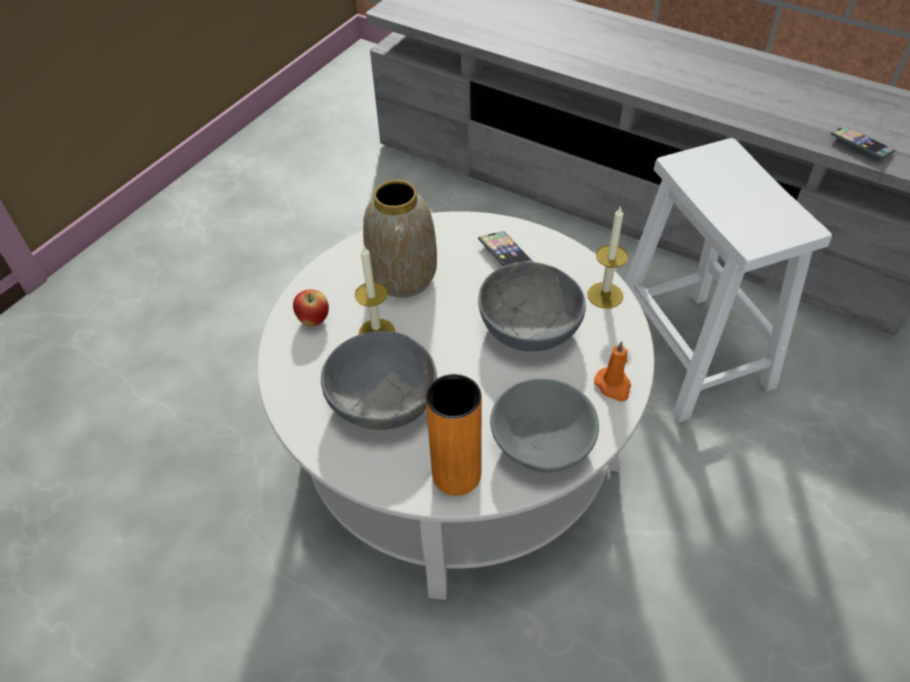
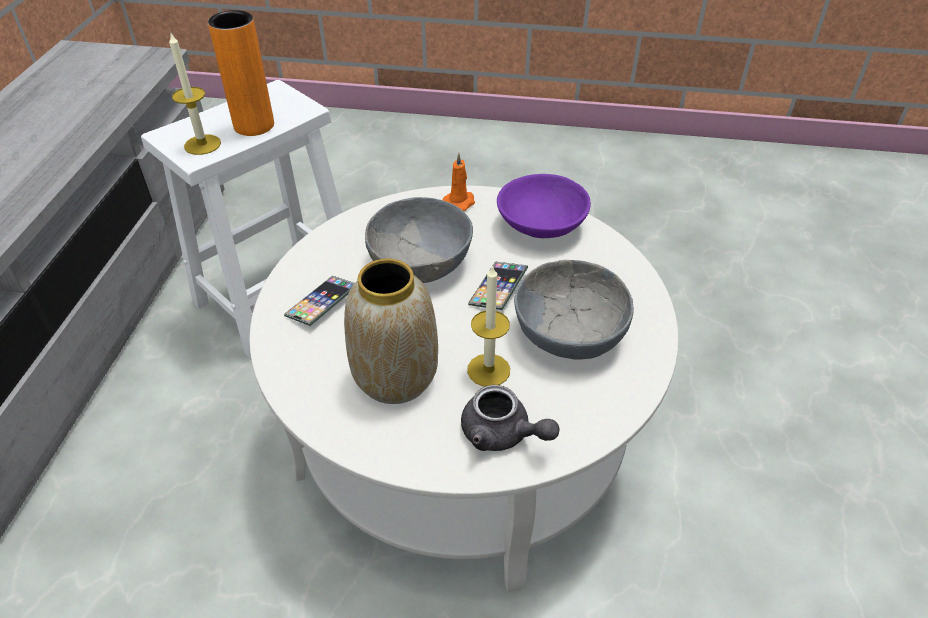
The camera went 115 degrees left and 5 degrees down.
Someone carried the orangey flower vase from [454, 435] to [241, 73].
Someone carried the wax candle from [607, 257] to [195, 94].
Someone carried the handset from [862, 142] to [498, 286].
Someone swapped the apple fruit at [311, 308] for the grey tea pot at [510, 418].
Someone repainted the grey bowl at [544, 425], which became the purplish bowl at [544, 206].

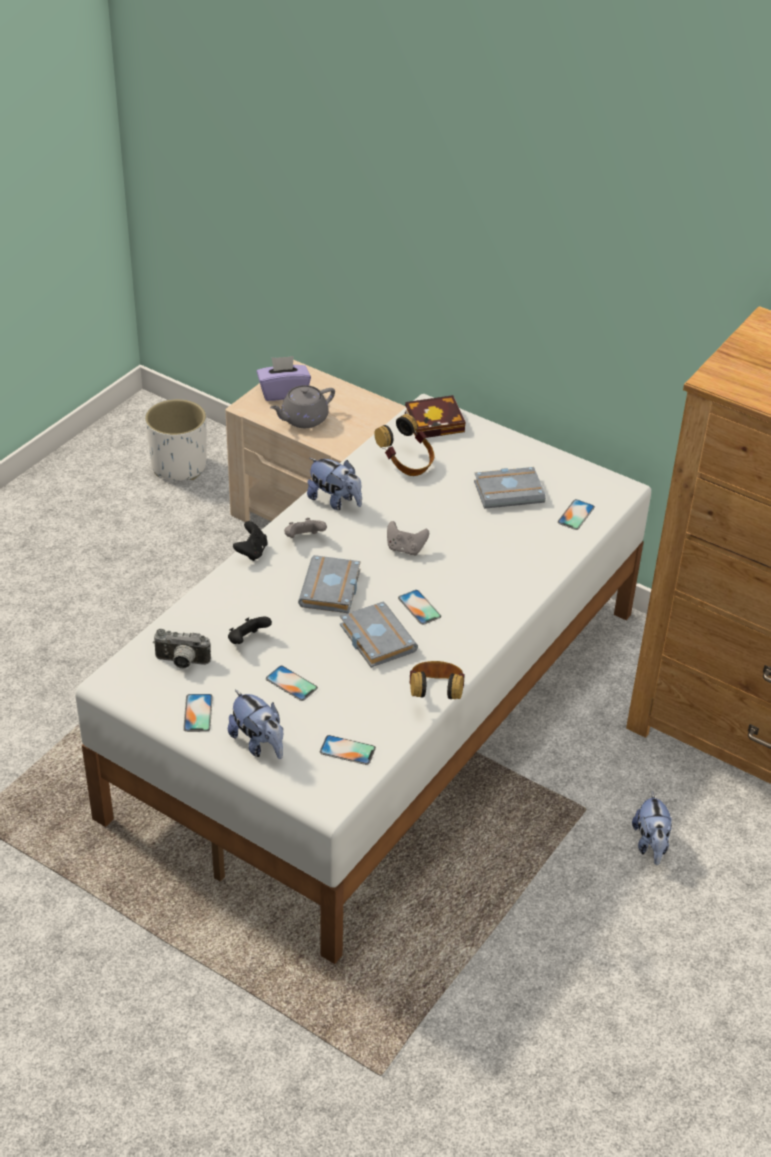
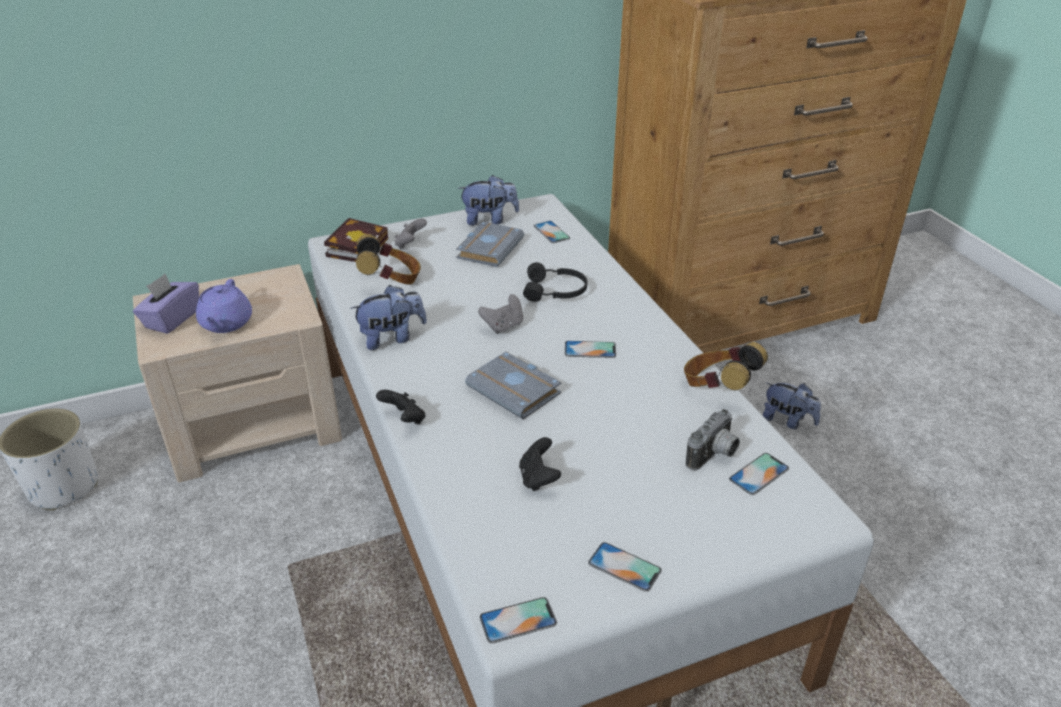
The camera went 55 degrees left and 5 degrees down.
Someone took away the grey volume at [379, 634].
Someone put down the black-coloured pair of headphones at [555, 282].
Someone carried the photo camera from [182, 649] to [713, 439].
Someone carried the plush toy from [255, 724] to [488, 200].
Someone carried the handset from [292, 683] to [518, 620].
Someone carried the grey game controller from [305, 528] to [410, 233].
Someone repainted the grey tea pot at [302, 406], which became the purplish tea pot at [224, 306].

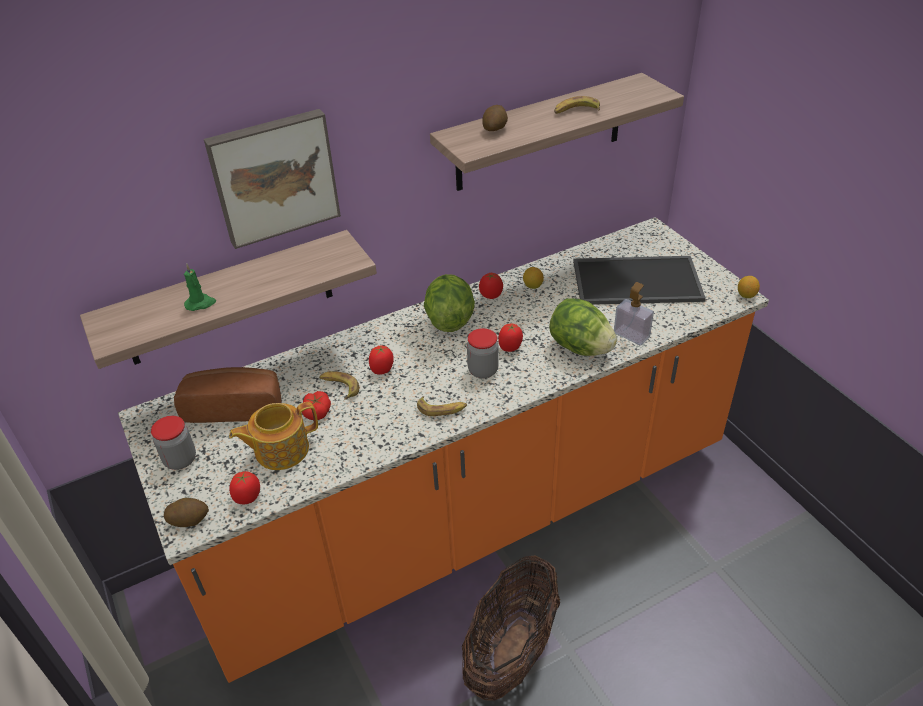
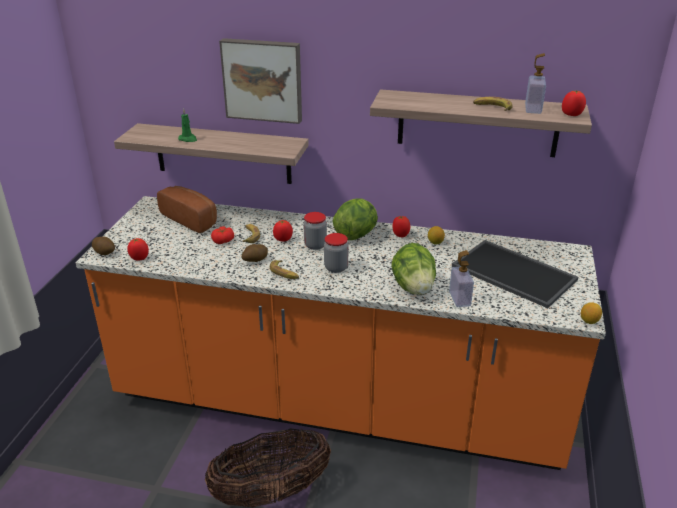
The camera went 40 degrees right and 10 degrees down.
Someone took away the tea pot at [273, 436].
Someone put down the liquid soap bottle at [535, 83].
Someone carried the jar from [173, 443] to [315, 231].
Someone carried the potato from [495, 118] to [255, 253].
Someone carried the fresh tomato from [510, 338] to [574, 103].

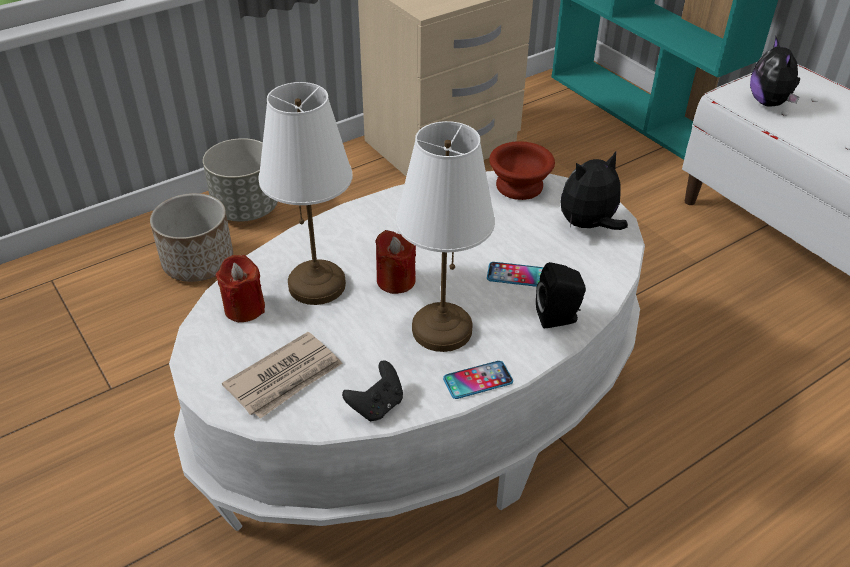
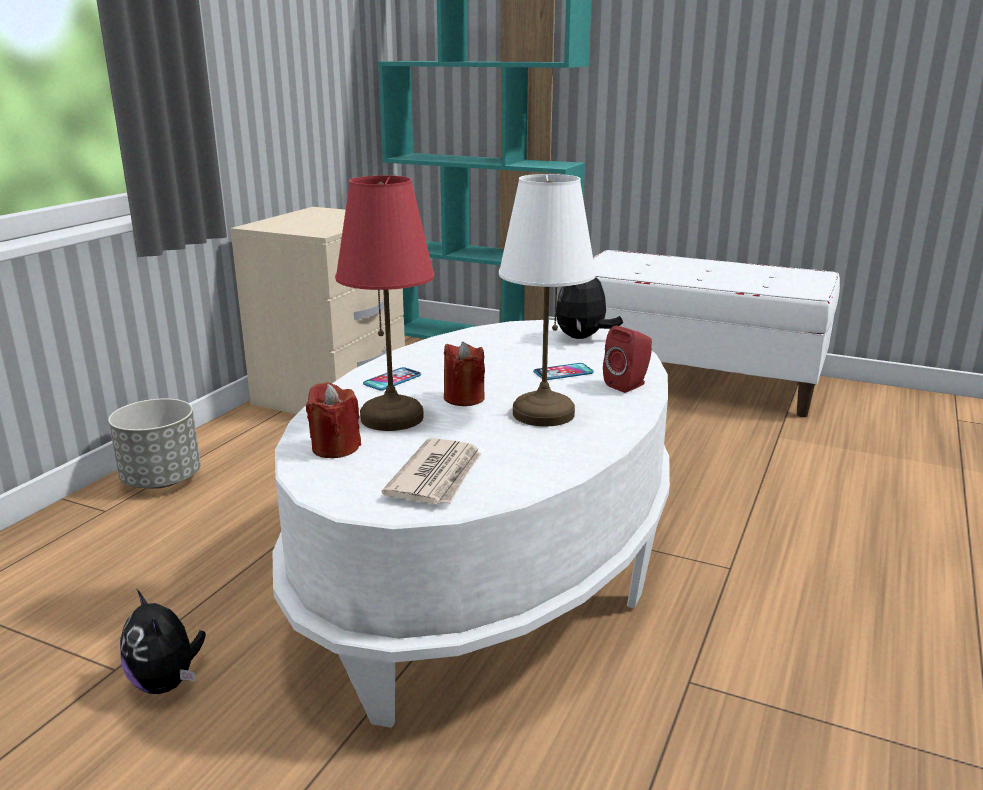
The camera went 30 degrees left and 20 degrees down.
Someone took away the plant pot at [191, 237].
Someone took away the black-coloured game controller at [372, 391].
Someone took away the brown-coloured bowl at [522, 170].
Someone carried the handset from [478, 380] to [392, 379].
Someone carried the plush toy from [775, 71] to [163, 641].
Someone repainted the whitish tabletop lamp at [305, 193], which became the red-coloured tabletop lamp at [384, 303].
Someone repainted the black-coloured speaker at [561, 295], which became the red-coloured speaker at [627, 359].

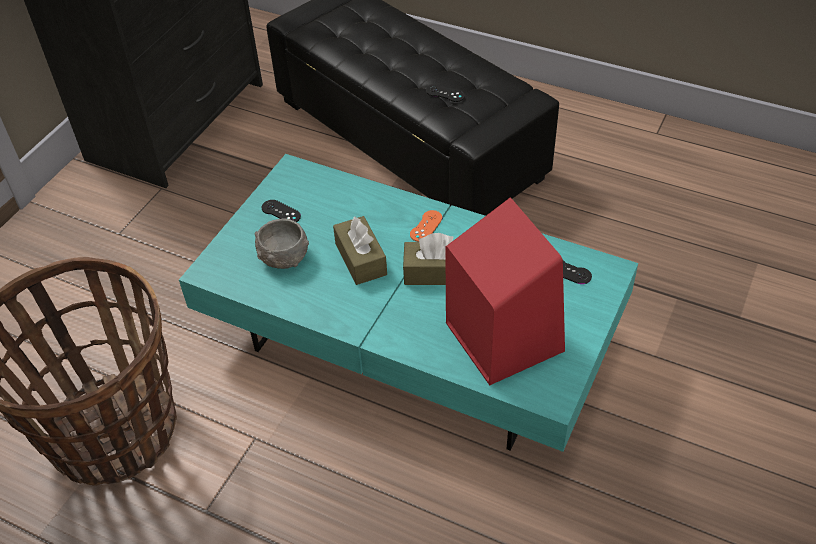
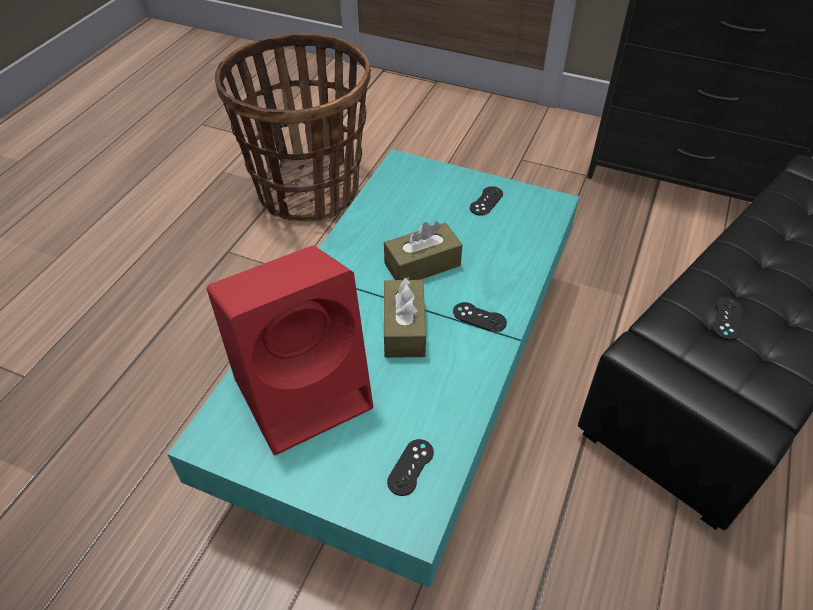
The camera went 85 degrees right and 0 degrees up.
Someone took away the grey bowl at [282, 243].
Someone repainted the orangey game controller at [426, 226], which became the black-coloured game controller at [480, 317].

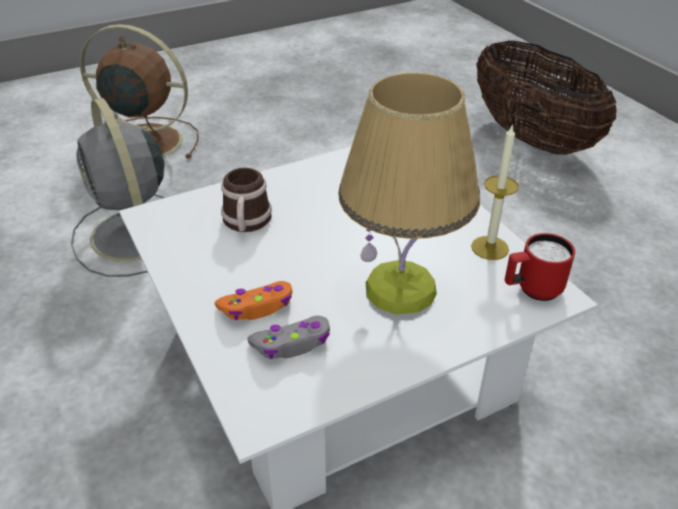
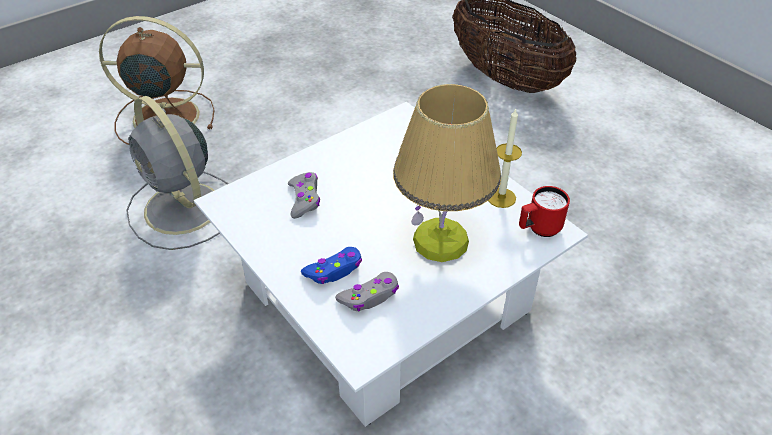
The camera went 10 degrees left and 5 degrees up.
Someone swapped the coffee mug at [246, 200] for the grey game controller at [304, 195].
Someone repainted the orangey game controller at [253, 300], which became the bluish game controller at [331, 265].

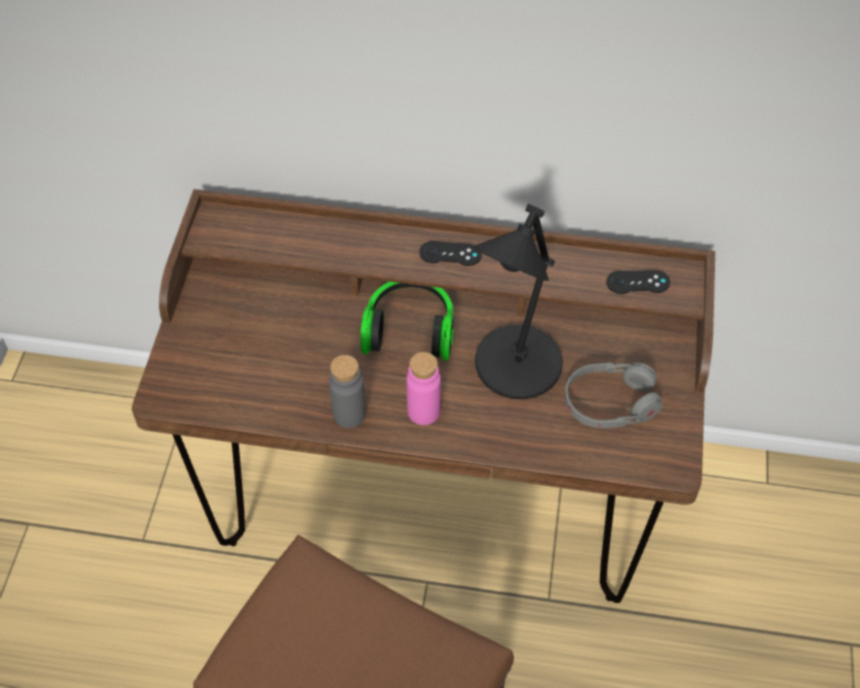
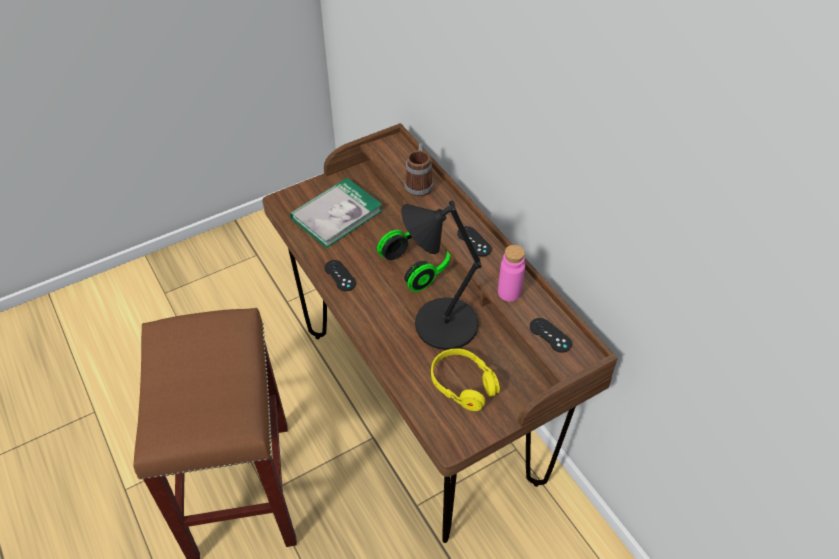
The camera went 50 degrees right and 5 degrees down.
Someone put down the volume at [336, 213].
Someone put down the coffee mug at [418, 170].
Someone carried the pink bottle from [423, 388] to [511, 273].
Someone swapped the grey bottle at [347, 391] for the black-coloured game controller at [340, 275].
Someone repainted the grey pair of headphones at [613, 395], which became the yellow-coloured pair of headphones at [465, 379].

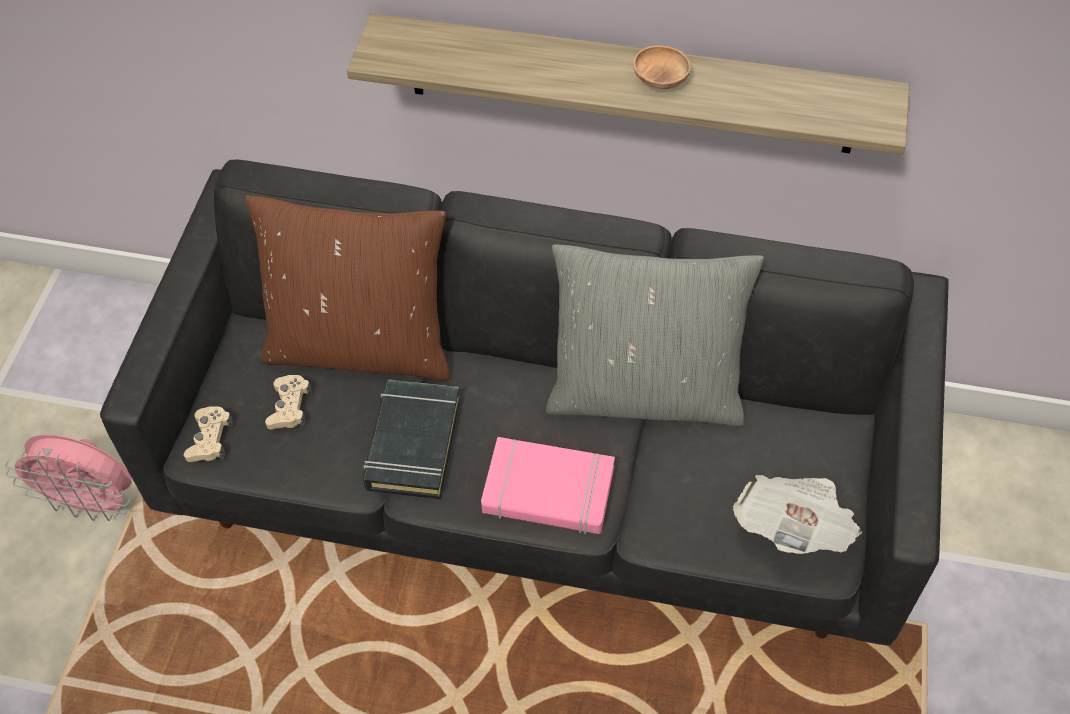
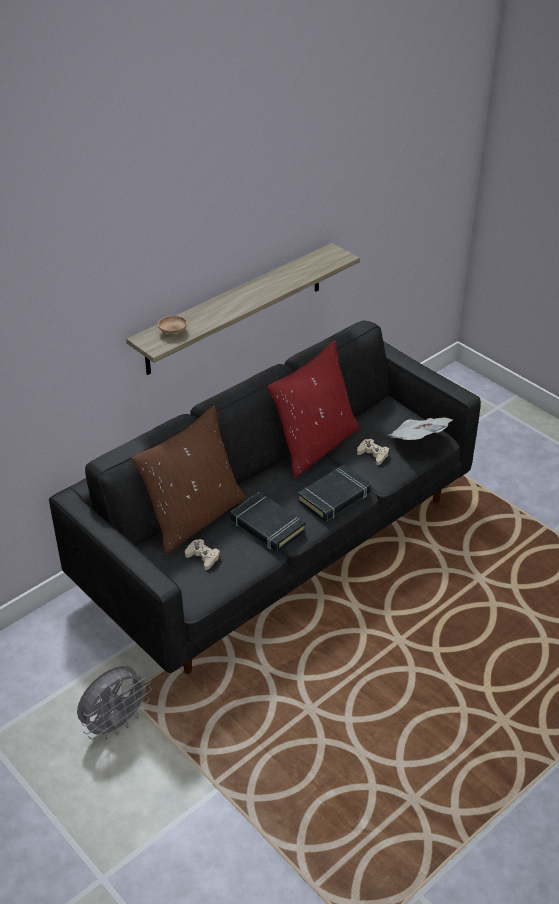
The camera went 55 degrees left and 15 degrees down.
Someone carried the sand-coloured game controller from [208, 434] to [373, 452].
Someone carried the brown-coloured bowl from [662, 67] to [172, 325].
Someone repainted the pink cooling fan at [68, 478], which became the grey cooling fan at [114, 703].
Someone repainted the pink volume at [548, 485], which became the black-coloured volume at [334, 493].
Someone repainted the grey pillow at [655, 335], which became the red-coloured pillow at [313, 409].

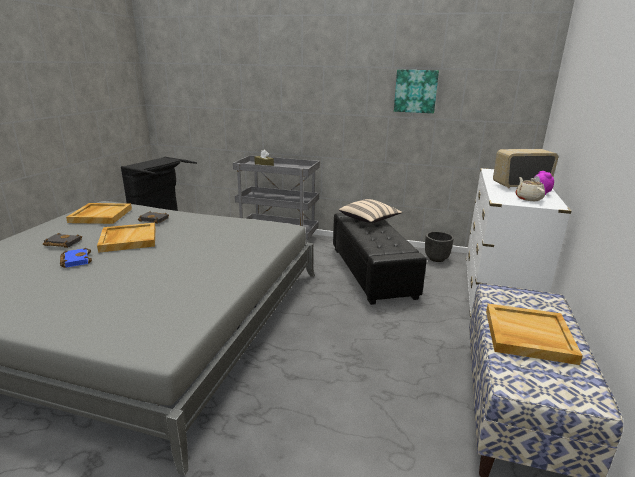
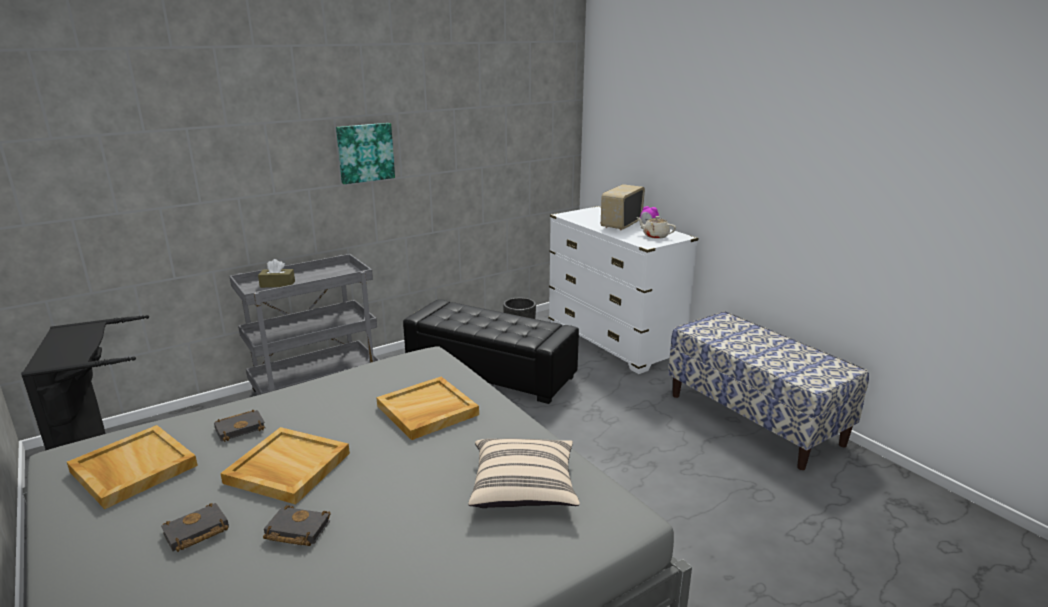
The camera went 50 degrees left and 0 degrees up.
Someone carried the sand-coloured pillow from [370, 211] to [524, 473].
Someone carried the picture from [416, 91] to [365, 153].
Someone carried the sand-coloured carrying tray from [534, 334] to [427, 408].
Someone repainted the bluish volume at [76, 258], which became the black-coloured volume at [297, 525].

